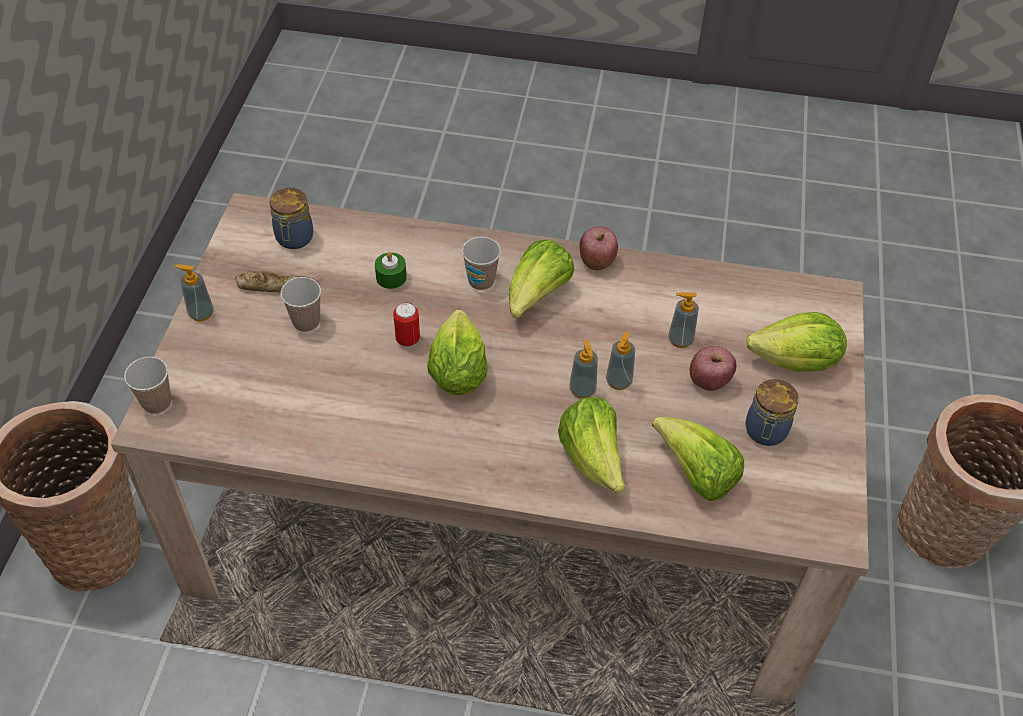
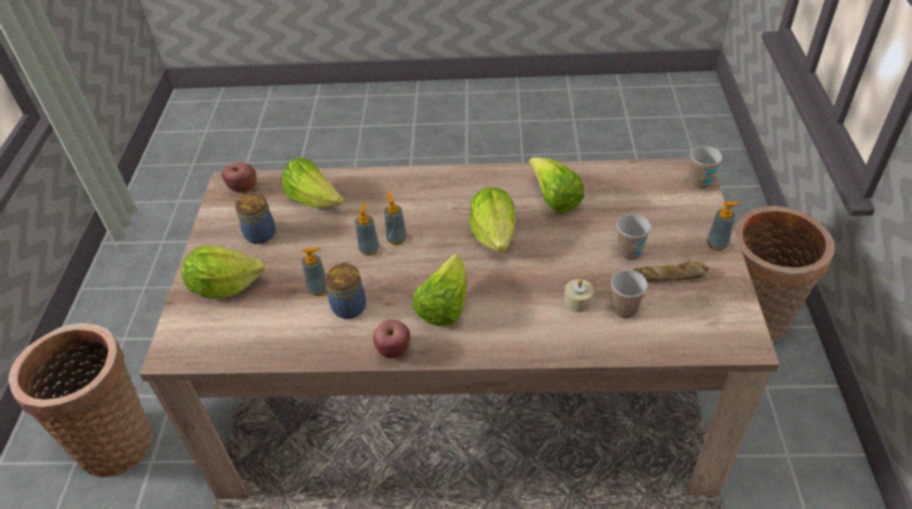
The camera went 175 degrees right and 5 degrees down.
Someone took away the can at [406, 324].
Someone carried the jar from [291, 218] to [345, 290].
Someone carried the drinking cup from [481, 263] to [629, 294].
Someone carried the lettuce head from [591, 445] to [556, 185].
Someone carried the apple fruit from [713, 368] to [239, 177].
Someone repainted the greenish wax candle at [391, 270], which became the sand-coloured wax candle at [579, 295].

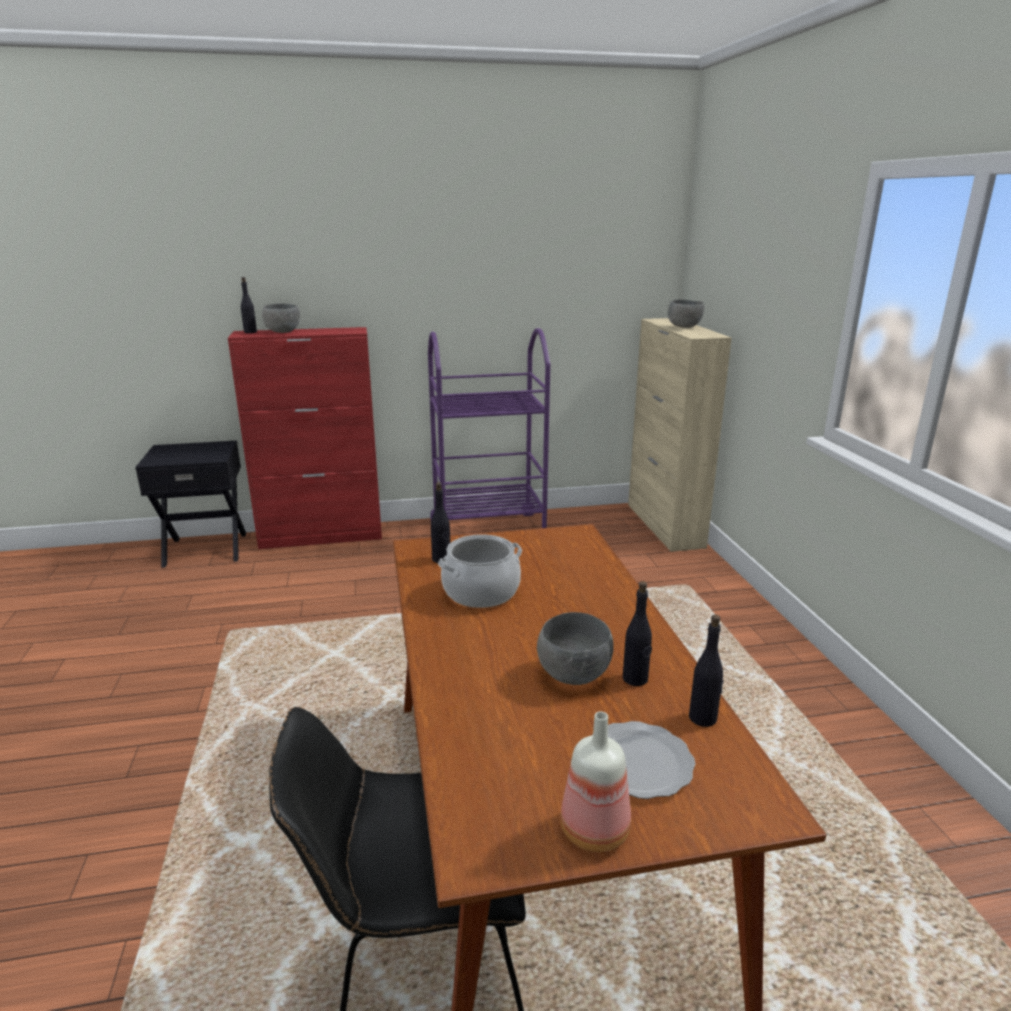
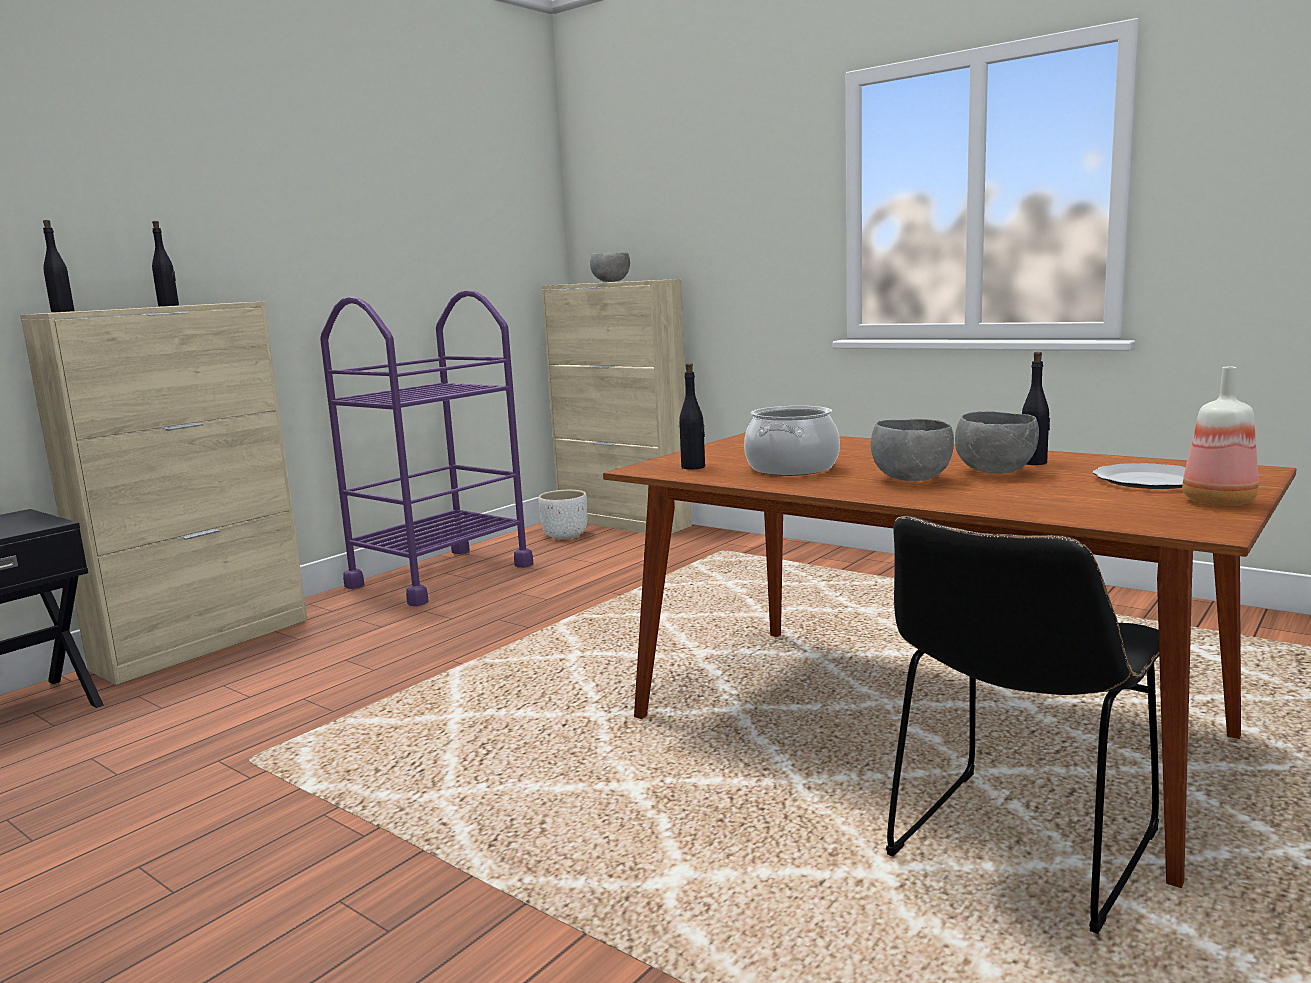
The camera went 40 degrees left and 10 degrees down.
Someone put down the whitish plant pot at [562, 514].
Someone carried the grey bowl from [281, 318] to [912, 450].
Someone carried the black-coloured bottle from [706, 670] to [165, 263].
Someone repainted the red-coloured cupboard at [305, 438], which became the sand-coloured cupboard at [163, 493].

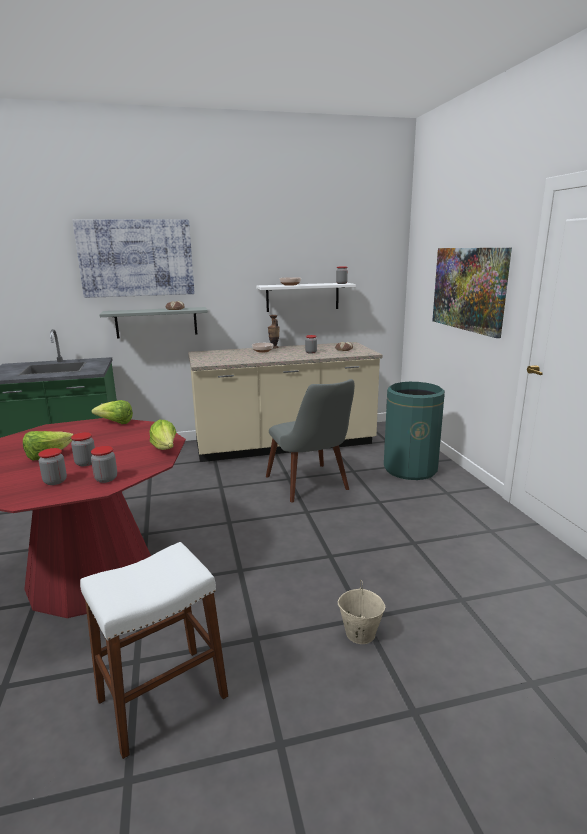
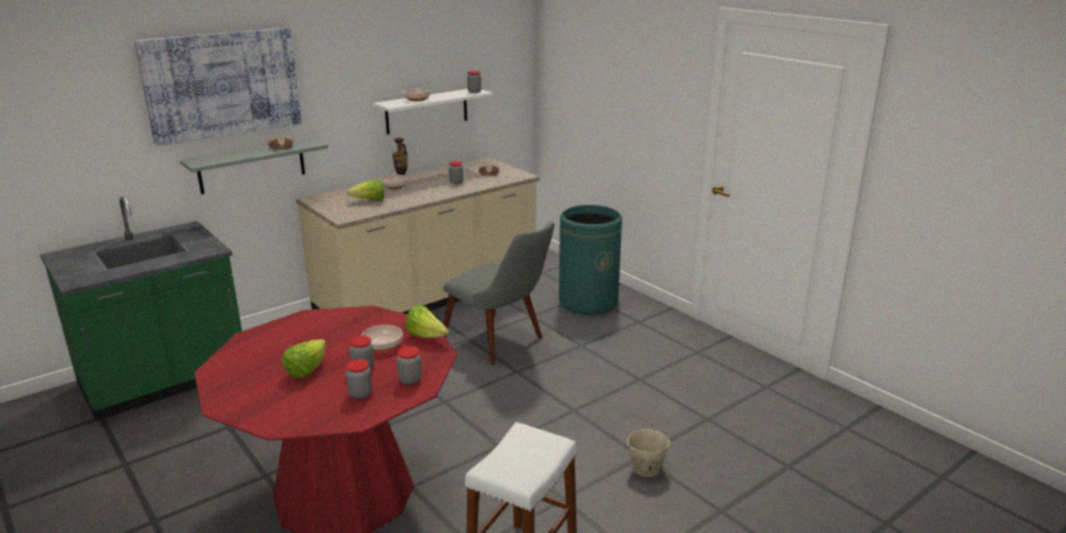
The camera went 25 degrees left and 5 degrees up.
Someone took away the picture at [472, 293].
Someone put down the bowl at [382, 338].
Someone carried the lettuce head from [112, 412] to [365, 190].

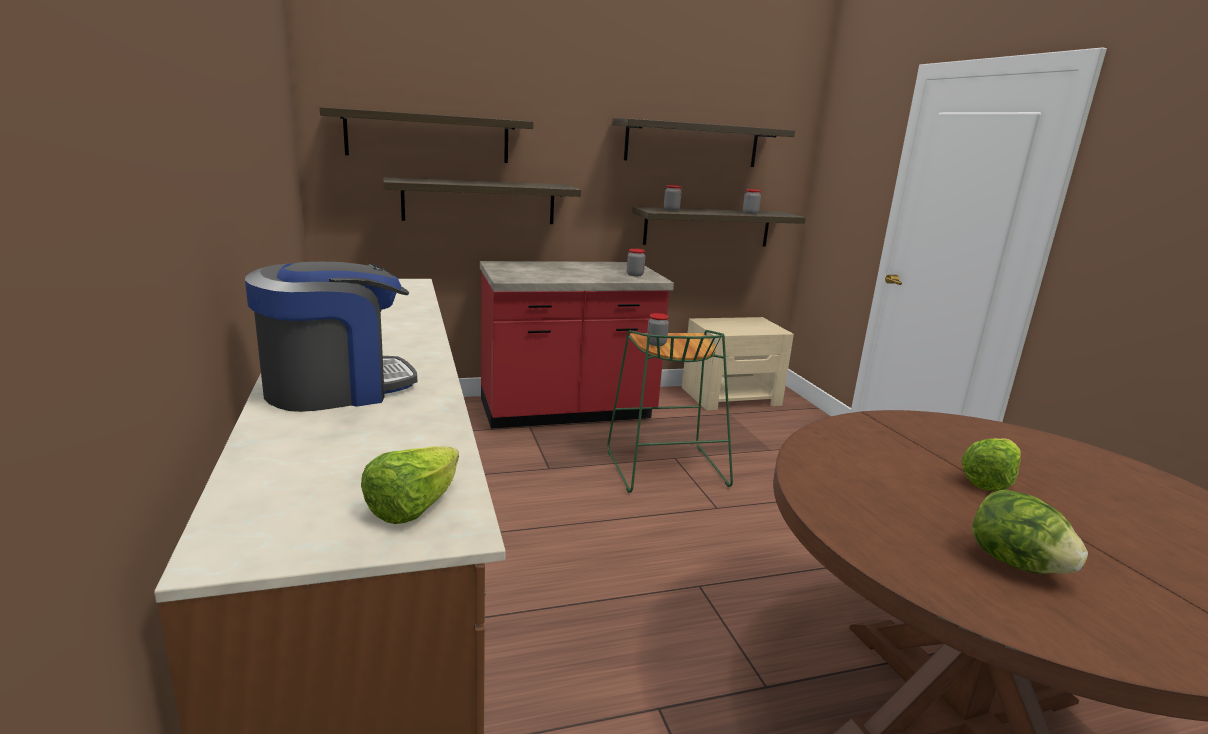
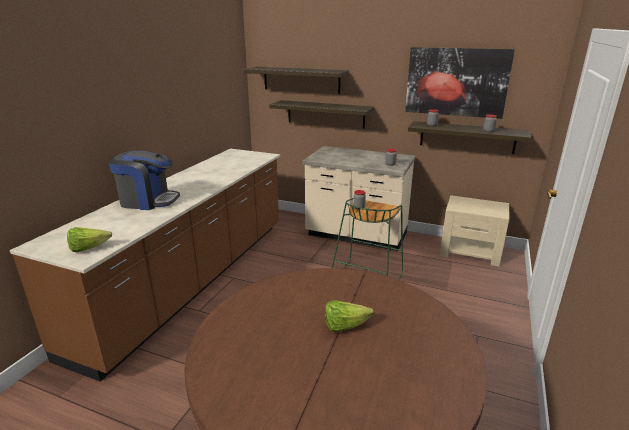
The camera went 40 degrees right and 5 degrees up.
Someone took away the lettuce head at [1030, 531].
Someone swapped the wall shelf at [703, 142] for the picture at [460, 83].
Someone repainted the red-coloured counter at [577, 345], which became the sand-coloured counter at [359, 198].

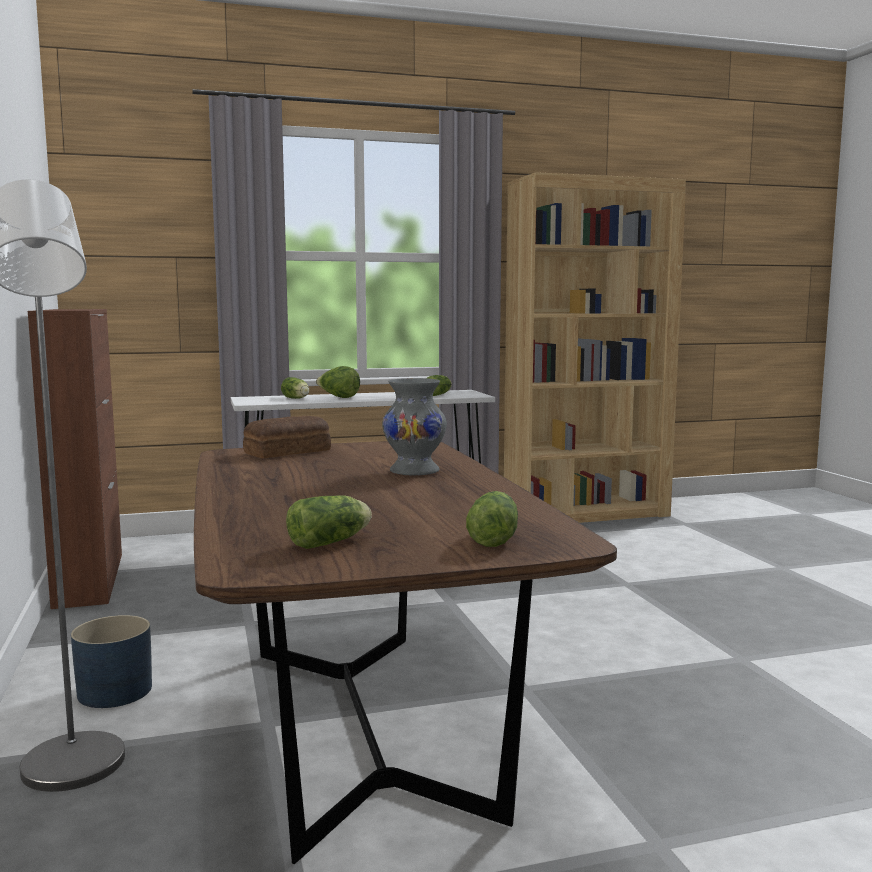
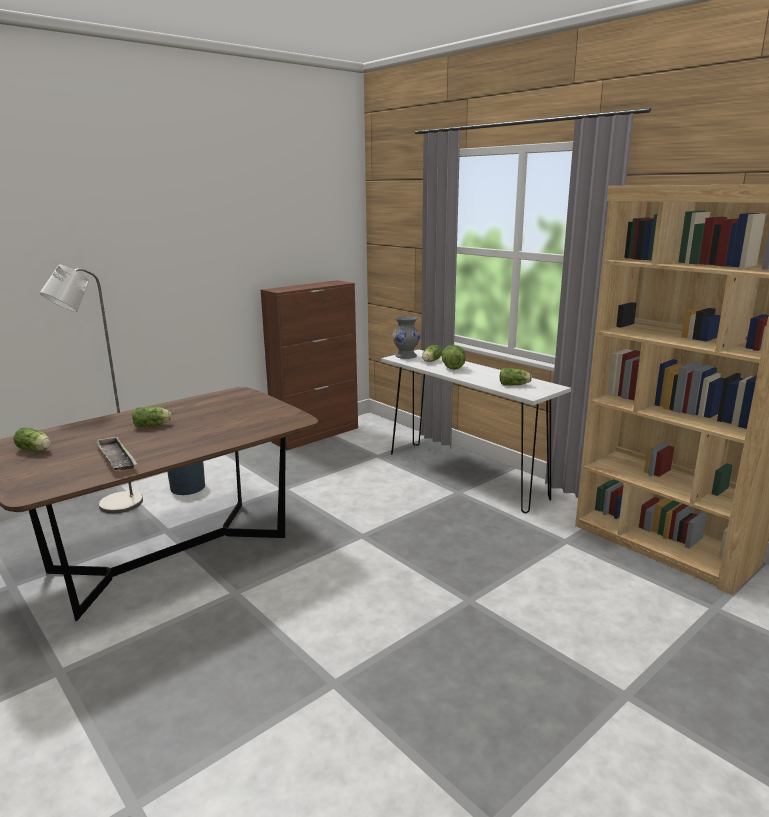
The camera went 65 degrees right and 10 degrees up.
Someone took away the baked bread at [287, 437].
Someone put down the carrying tray at [116, 453].
Someone carried the grey flower vase from [414, 426] to [406, 337].
Someone carried the lettuce head from [492, 519] to [152, 417].

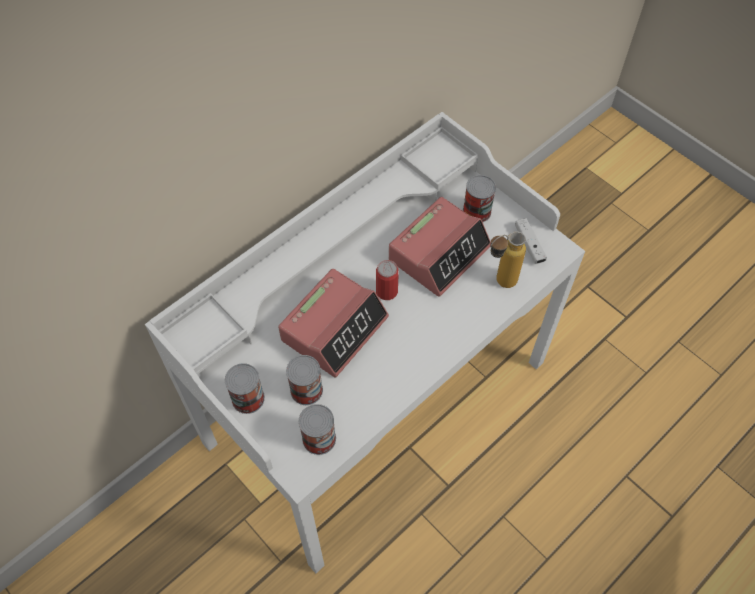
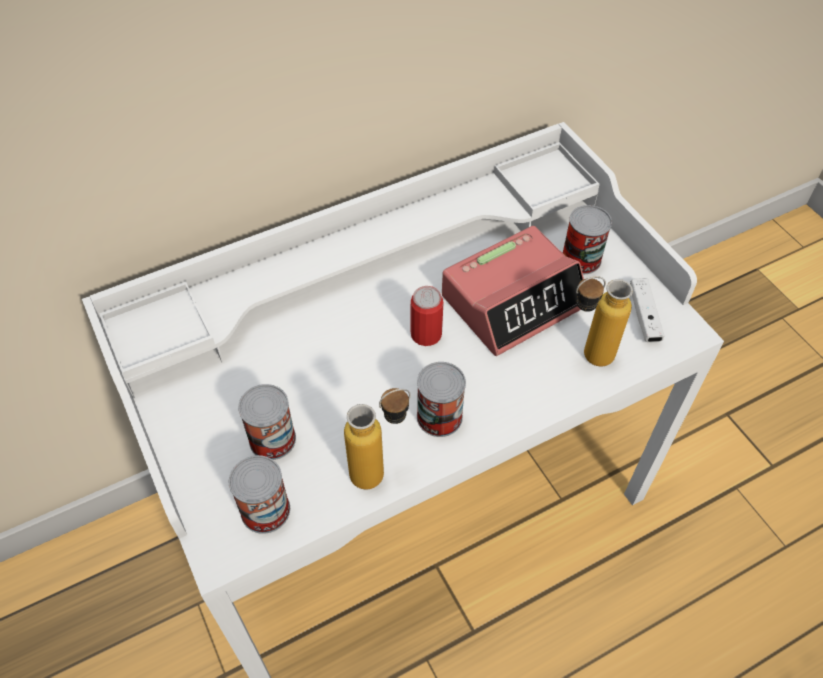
The camera went 15 degrees right and 5 degrees down.
Someone took away the alarm clock at [333, 323].
Someone put down the bottle at [377, 439].
Someone carried the can from [245, 388] to [441, 399].

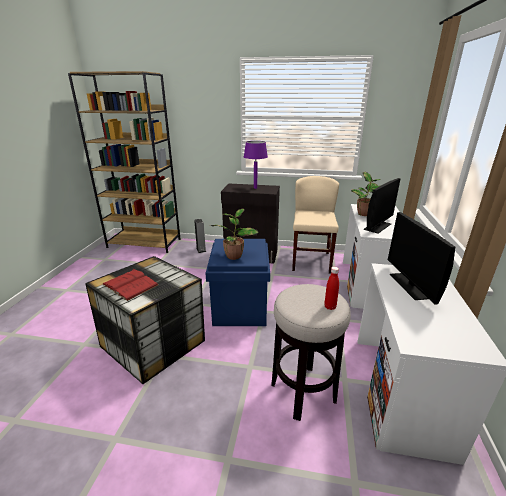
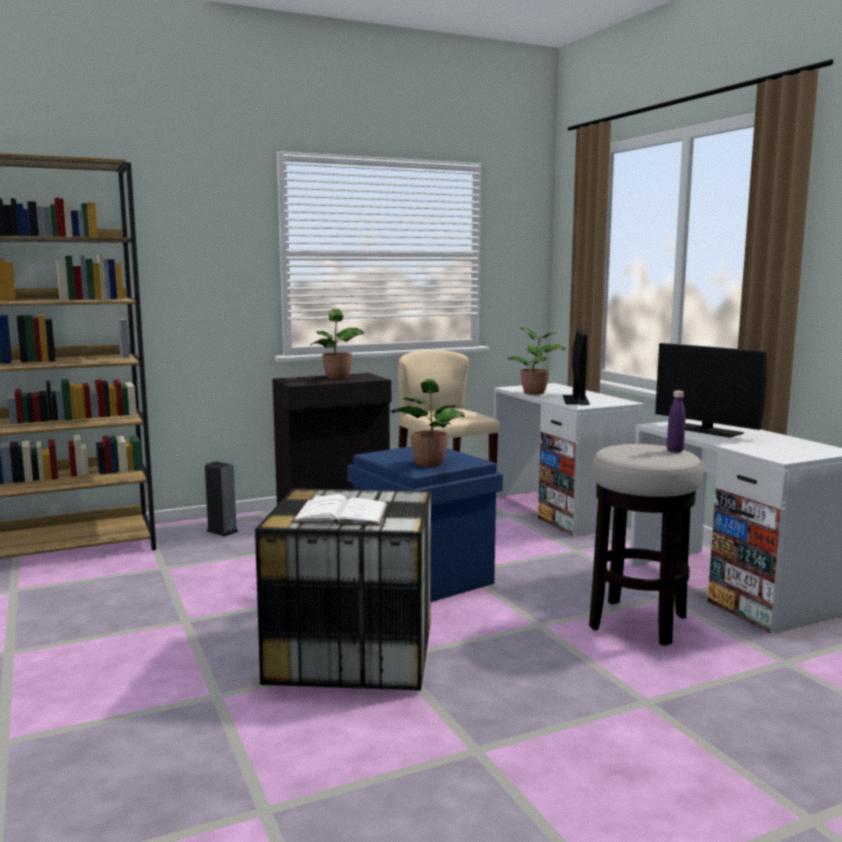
The camera went 35 degrees left and 15 degrees down.
Someone swapped the purplish tabletop lamp at [256, 165] for the plant in a pot at [337, 344].
Someone repainted the red-coloured volume at [130, 285], which became the whitish volume at [339, 510].
Someone repainted the red-coloured bottle at [331, 288], which became the purplish bottle at [676, 422].

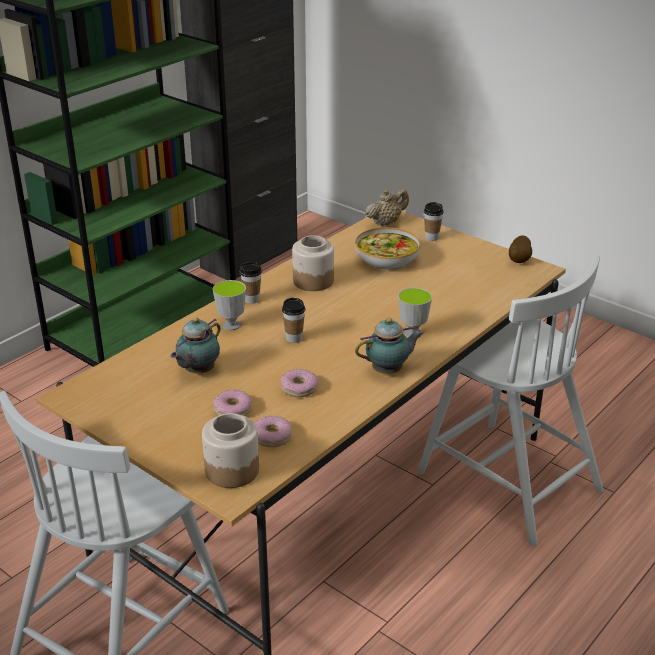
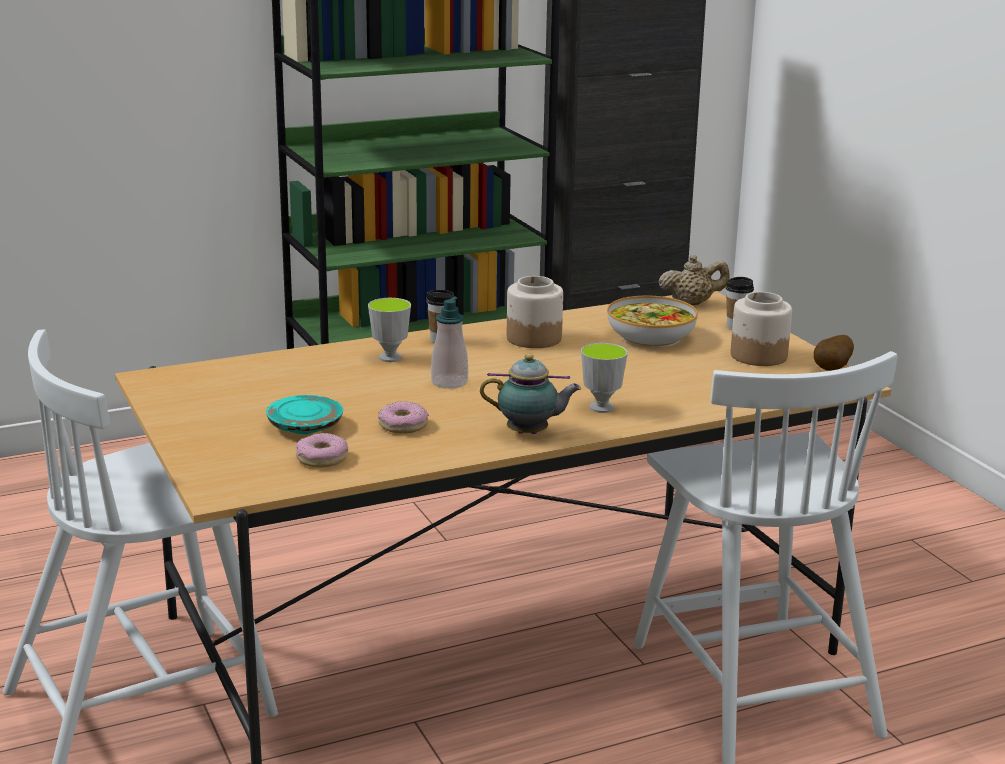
The camera went 25 degrees right and 10 degrees down.
Someone took away the tea pot at [195, 345].
Someone carried the jar from [230, 450] to [761, 329].
Someone swapped the doughnut at [233, 402] for the turquoise flat dish at [304, 414].
Someone swapped the drinking cup at [293, 320] for the liquid soap bottle at [449, 343].

